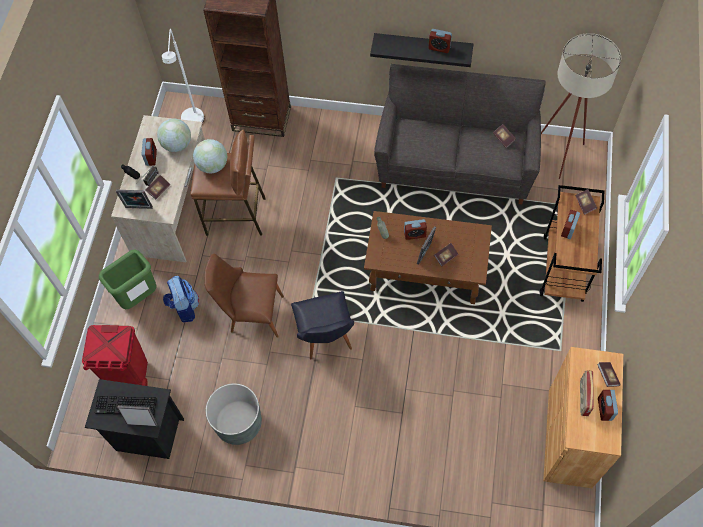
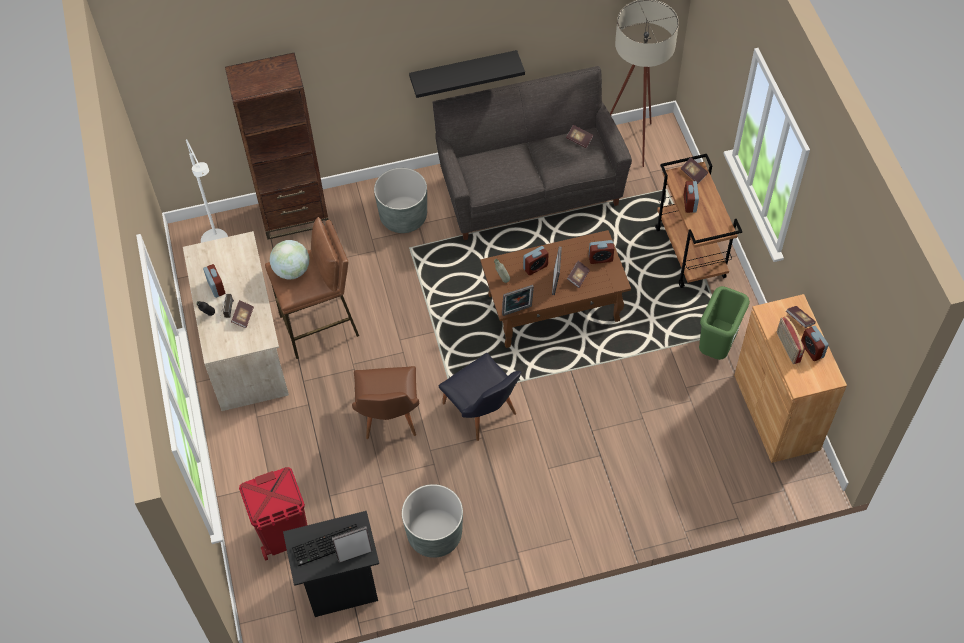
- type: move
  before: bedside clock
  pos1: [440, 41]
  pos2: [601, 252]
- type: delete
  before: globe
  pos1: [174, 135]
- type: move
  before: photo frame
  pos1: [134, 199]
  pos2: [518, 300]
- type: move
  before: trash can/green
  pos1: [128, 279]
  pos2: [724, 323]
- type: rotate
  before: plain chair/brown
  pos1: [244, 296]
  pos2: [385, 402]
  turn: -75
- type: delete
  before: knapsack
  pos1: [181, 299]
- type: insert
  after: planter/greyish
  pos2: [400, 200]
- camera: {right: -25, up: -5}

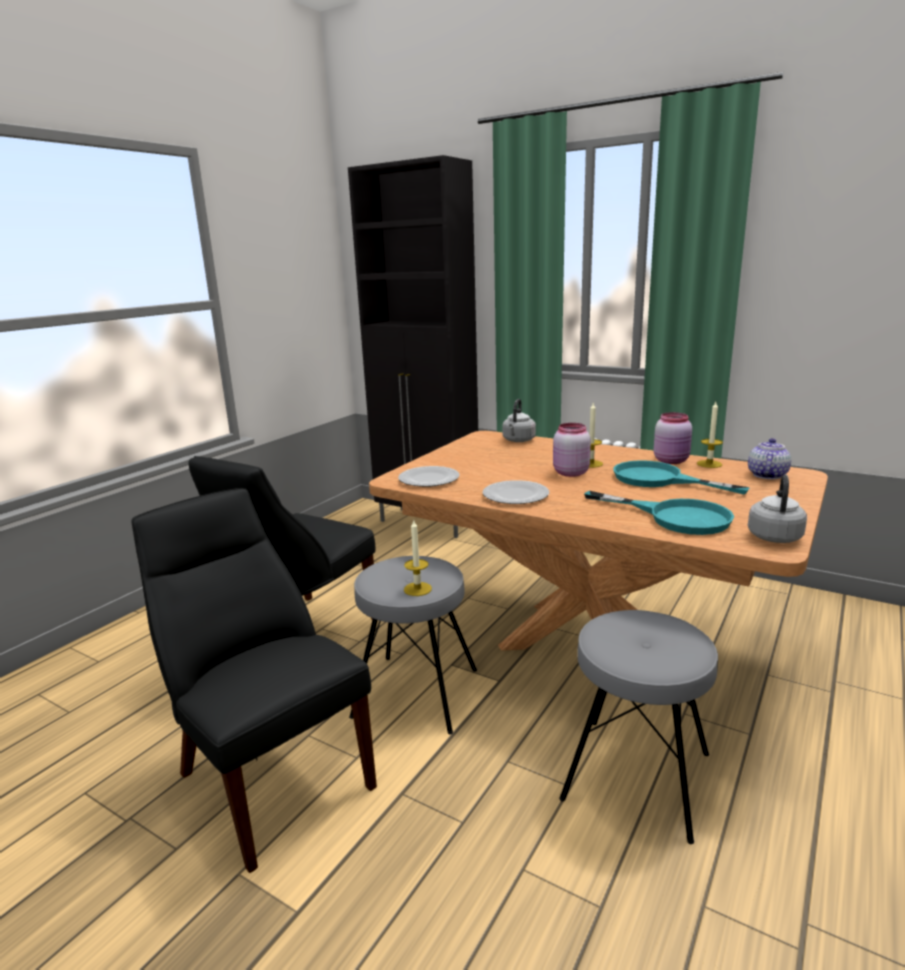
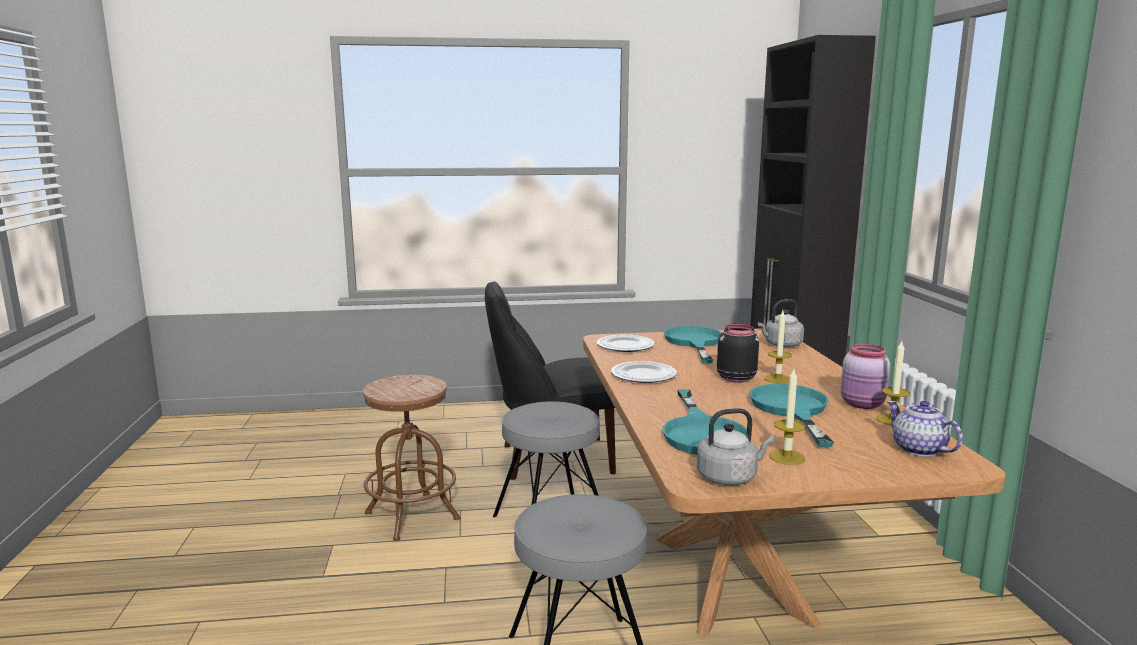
- type: recolor
  before: jar/pink-coloured
  after: jar/black-coloured
  pos1: [572, 450]
  pos2: [738, 353]
- type: rotate
  before: pot for tea
  pos1: [769, 458]
  pos2: [925, 429]
  turn: -105
- type: replace
  before: plain chair/black-coloured
  after: sitting stool/brown
  pos1: [254, 680]
  pos2: [411, 458]
- type: move
  before: candle
  pos1: [418, 558]
  pos2: [787, 417]
- type: insert
  after: skillet/turquoise-coloured
  pos2: [692, 345]
- camera: {right: 50, up: -5}

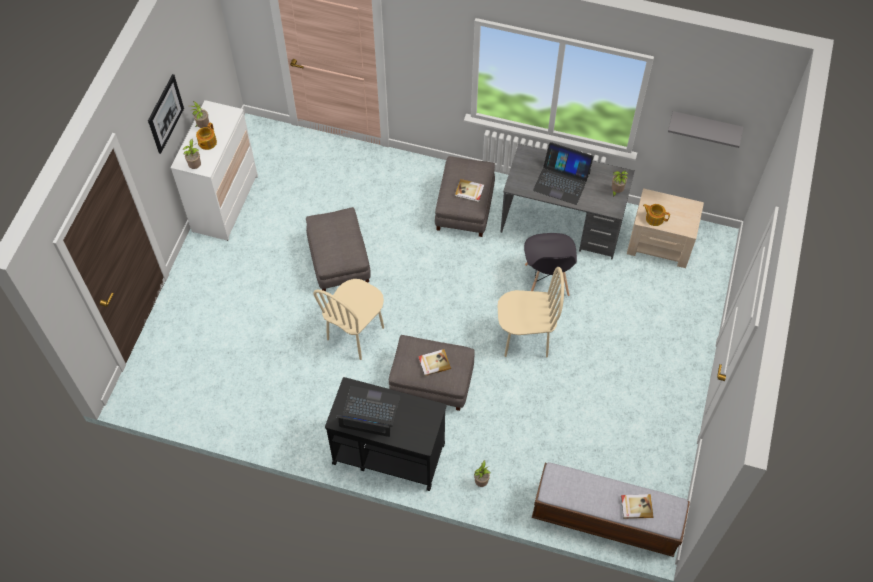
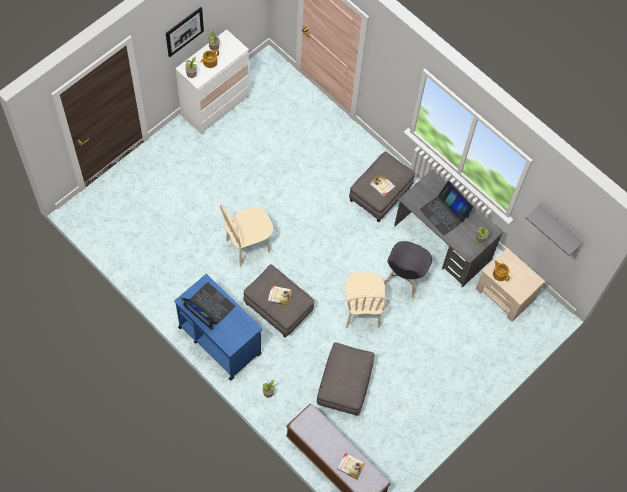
- type: move
  before: pouffe/greyish
  pos1: [338, 249]
  pos2: [345, 379]
- type: rotate
  before: plain chair/sand-coloured
  pos1: [531, 312]
  pos2: [367, 300]
  turn: 60
- type: recolor
  before: wheeled cart/black-coloured
  after: wheeled cart/blue-coloured
  pos1: [385, 434]
  pos2: [218, 327]
- camera: {right: 25, up: 5}

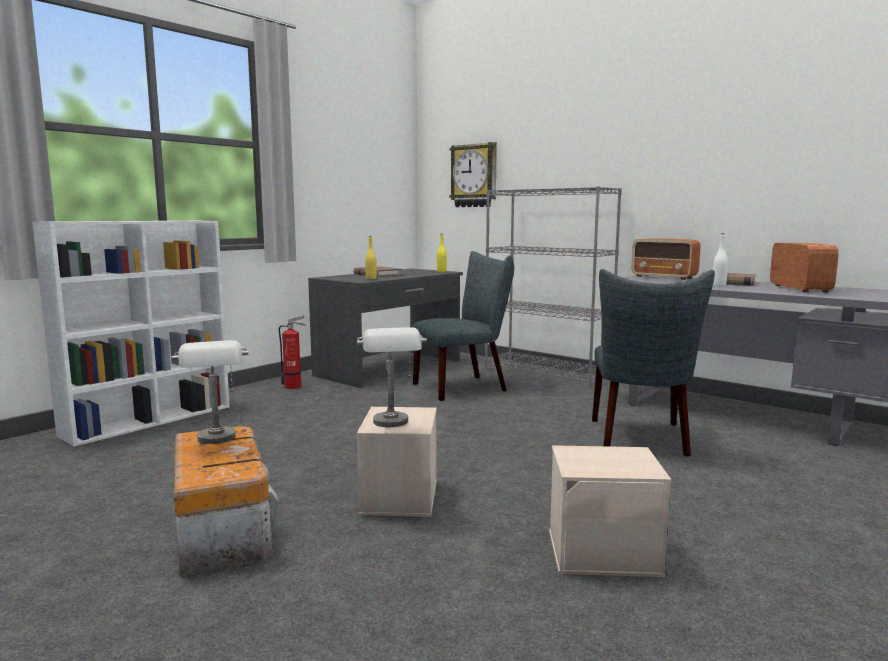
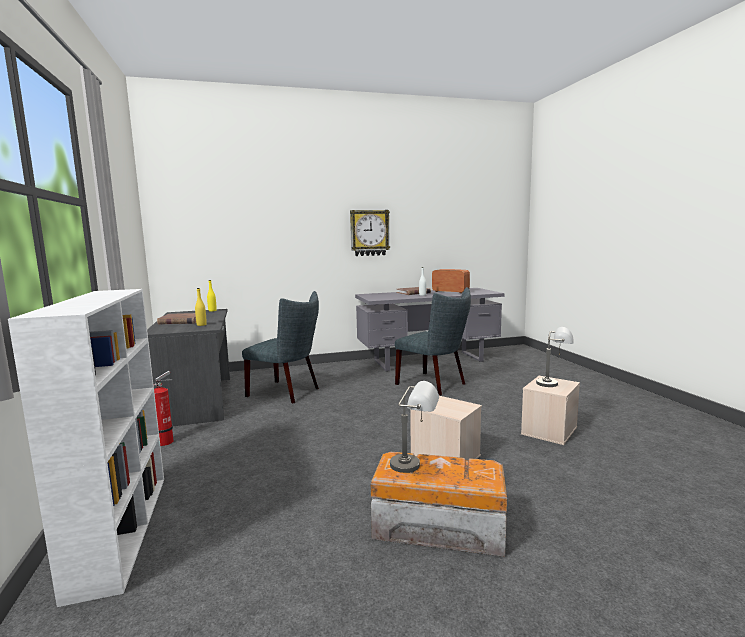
- type: move
  before: clock on the wall
  pos1: [473, 174]
  pos2: [370, 233]
- type: delete
  before: bookcase/greyish
  pos1: [553, 287]
- type: delete
  before: radio set
  pos1: [666, 259]
- type: rotate
  before: plain chair/greyish
  pos1: [463, 326]
  pos2: [280, 347]
  turn: 105
- type: move
  before: table lamp/greyish
  pos1: [392, 377]
  pos2: [555, 357]
- camera: {right: -55, up: 0}

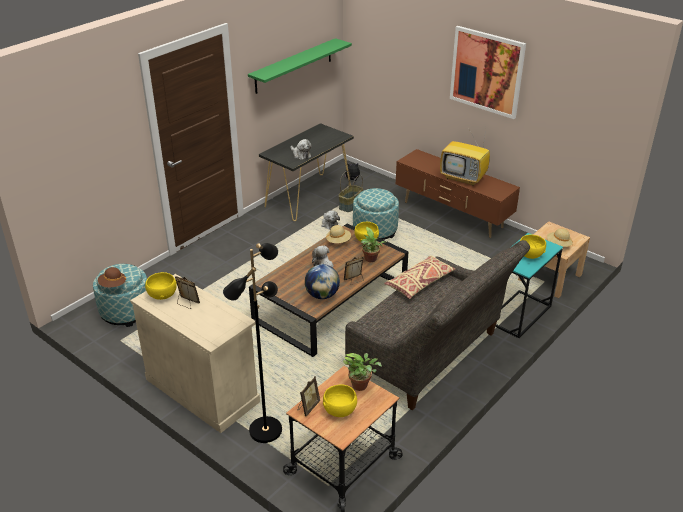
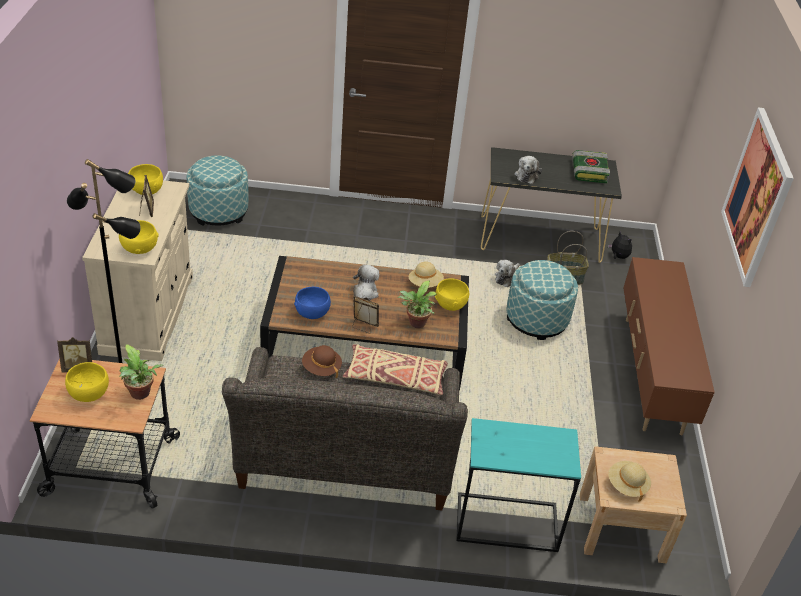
- type: delete
  before: wall shelf/green
  pos1: [300, 66]
- type: delete
  before: TV set
  pos1: [465, 157]
- type: move
  before: deep dish/yellowish
  pos1: [533, 246]
  pos2: [139, 237]
- type: replace
  before: globe
  after: deep dish/blue-coloured
  pos1: [322, 281]
  pos2: [312, 303]
- type: move
  before: hat/brown
  pos1: [112, 277]
  pos2: [322, 361]
- type: insert
  after: volume
  pos2: [591, 166]
- camera: {right: 50, up: 5}

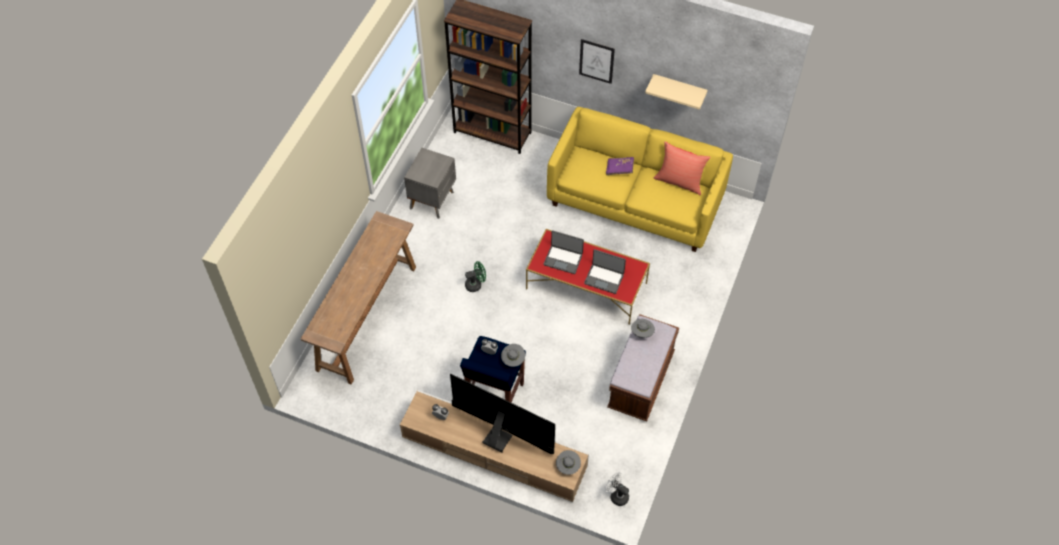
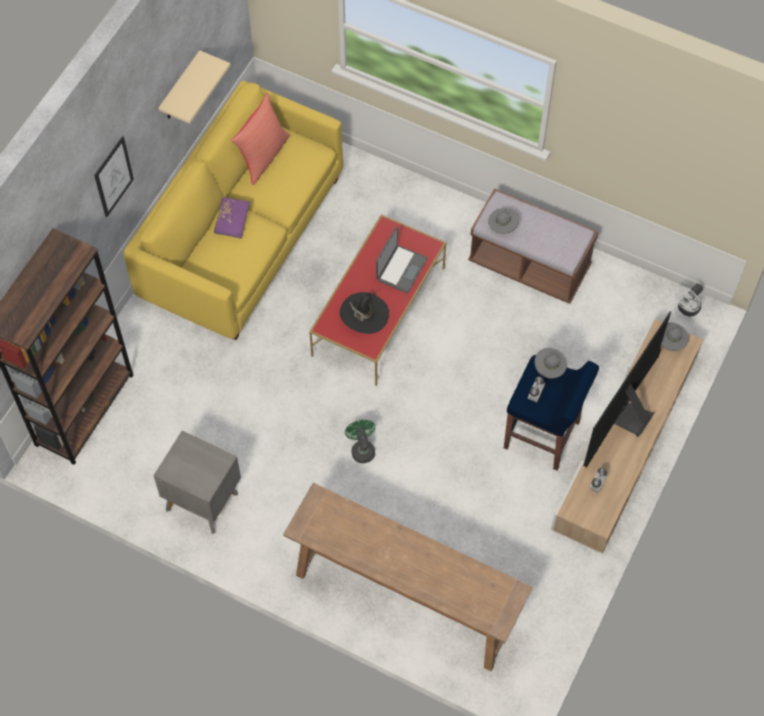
- type: replace
  before: notebook computer
  after: hat/black-coloured
  pos1: [564, 252]
  pos2: [364, 312]
- camera: {right: -85, up: 5}

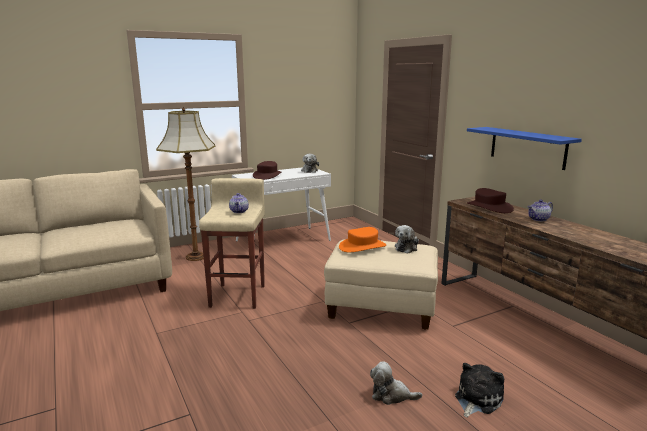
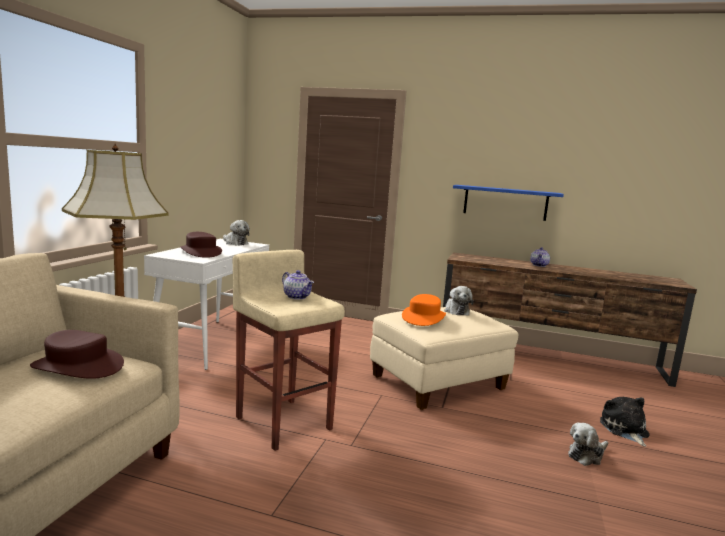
- type: move
  before: hat/brown
  pos1: [490, 200]
  pos2: [77, 354]
- camera: {right: -45, up: -5}

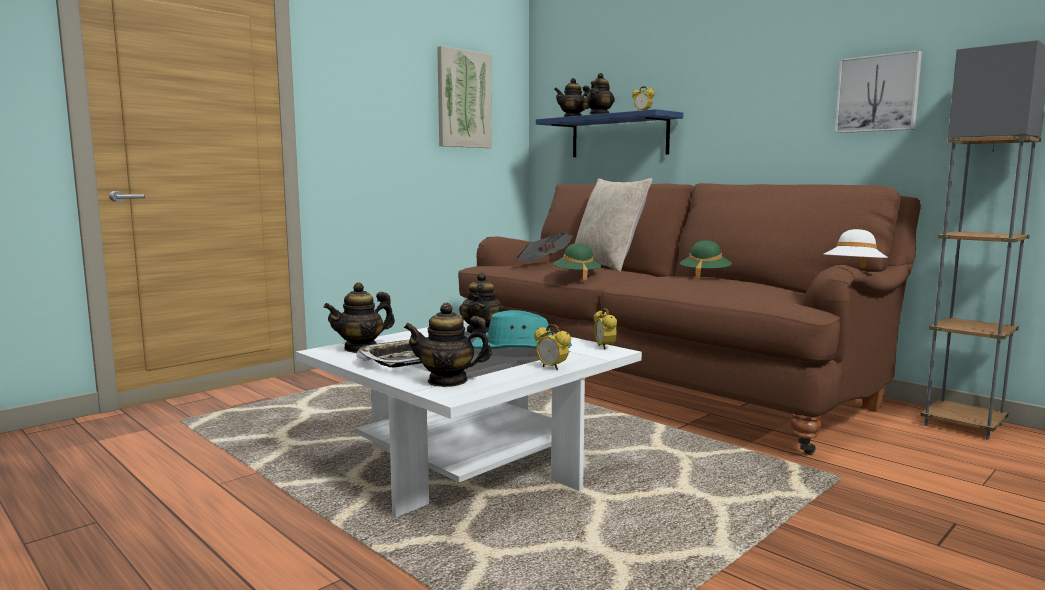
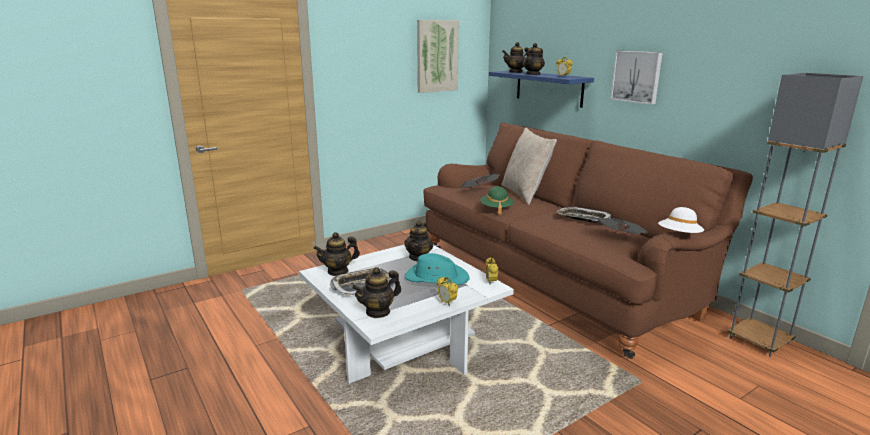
- type: move
  before: picture
  pos1: [878, 91]
  pos2: [637, 78]
- type: replace
  before: hat/green
  after: tray
  pos1: [706, 259]
  pos2: [584, 215]
- type: rotate
  before: pot for tea
  pos1: [448, 345]
  pos2: [376, 292]
  turn: -45
- type: insert
  after: daily paper
  pos2: [621, 226]
- camera: {right: 10, up: 10}

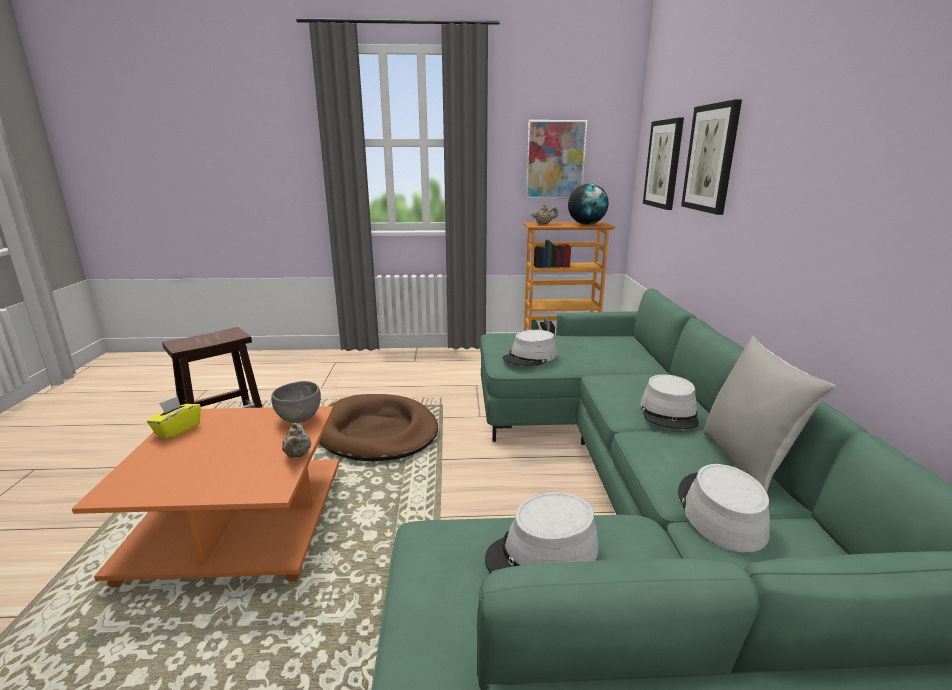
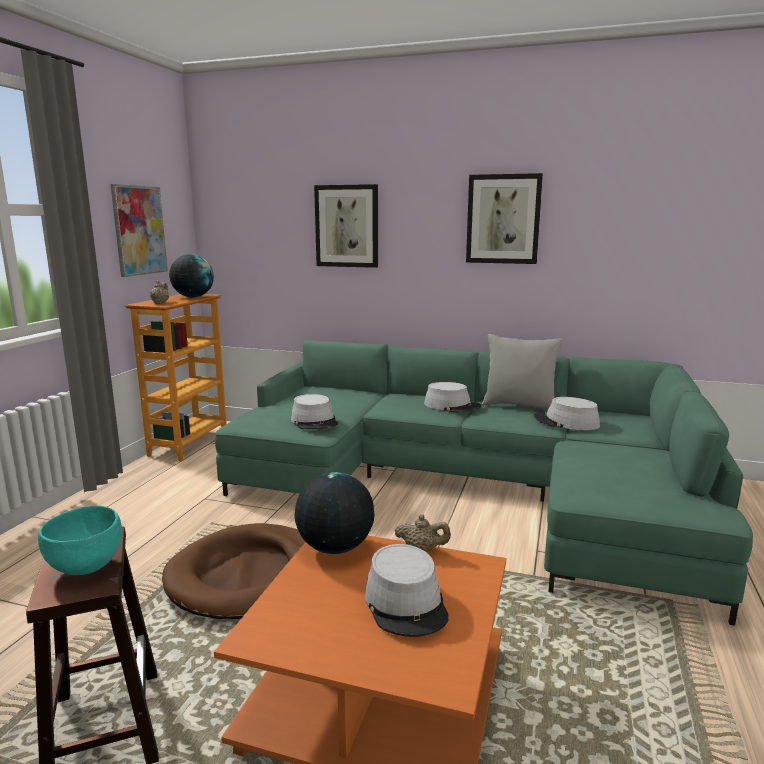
- type: move
  before: picture
  pos1: [663, 164]
  pos2: [504, 218]
- type: replace
  before: deep dish/greyish
  after: globe
  pos1: [296, 402]
  pos2: [334, 513]
- type: delete
  before: tissue holder/yellowish
  pos1: [174, 417]
- type: move
  before: hat/greyish
  pos1: [541, 532]
  pos2: [407, 590]
- type: insert
  after: deep dish/turquoise-coloured
  pos2: [80, 540]
- camera: {right: -70, up: -5}

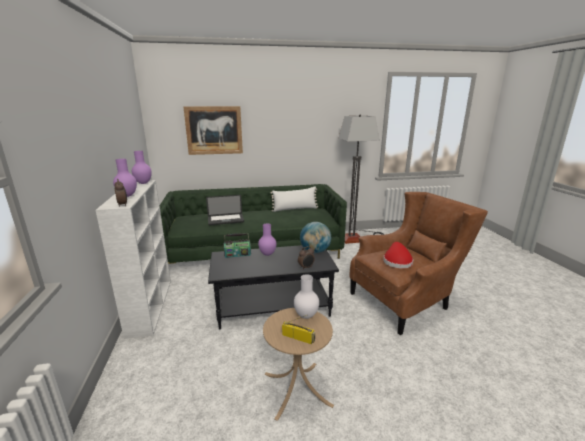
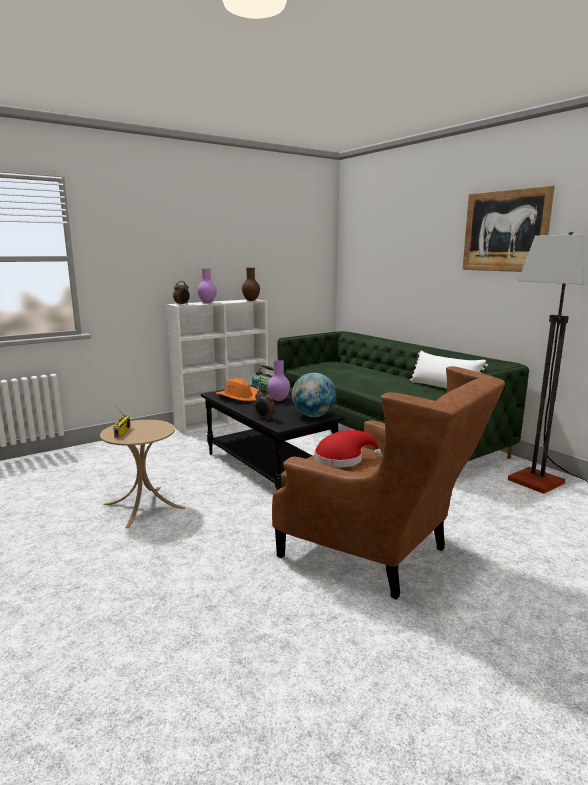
- type: move
  before: picture
  pos1: [213, 130]
  pos2: [508, 229]
- type: recolor
  before: vase/purple
  after: vase/brown
  pos1: [142, 167]
  pos2: [251, 284]
- type: delete
  before: notebook computer
  pos1: [225, 210]
- type: delete
  before: vase/white-coloured
  pos1: [306, 296]
- type: insert
  after: hat/orangey
  pos2: [237, 389]
- camera: {right: 65, up: -5}

